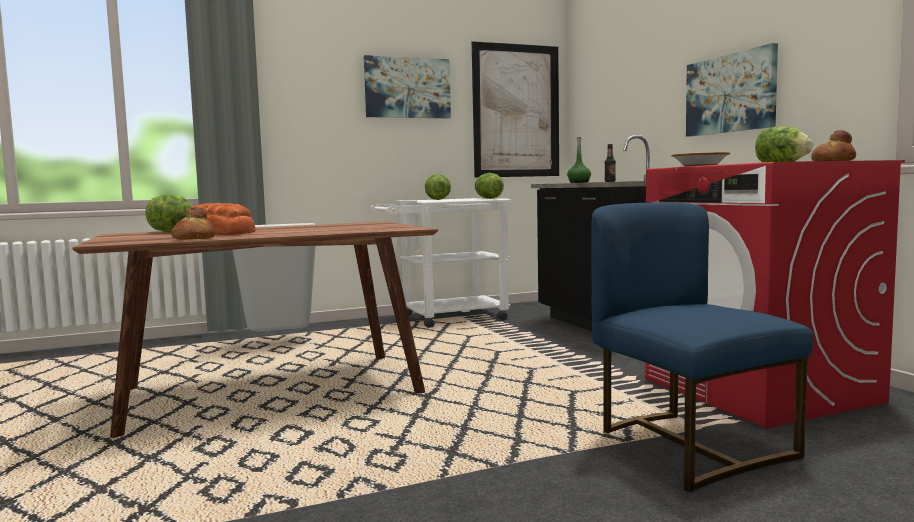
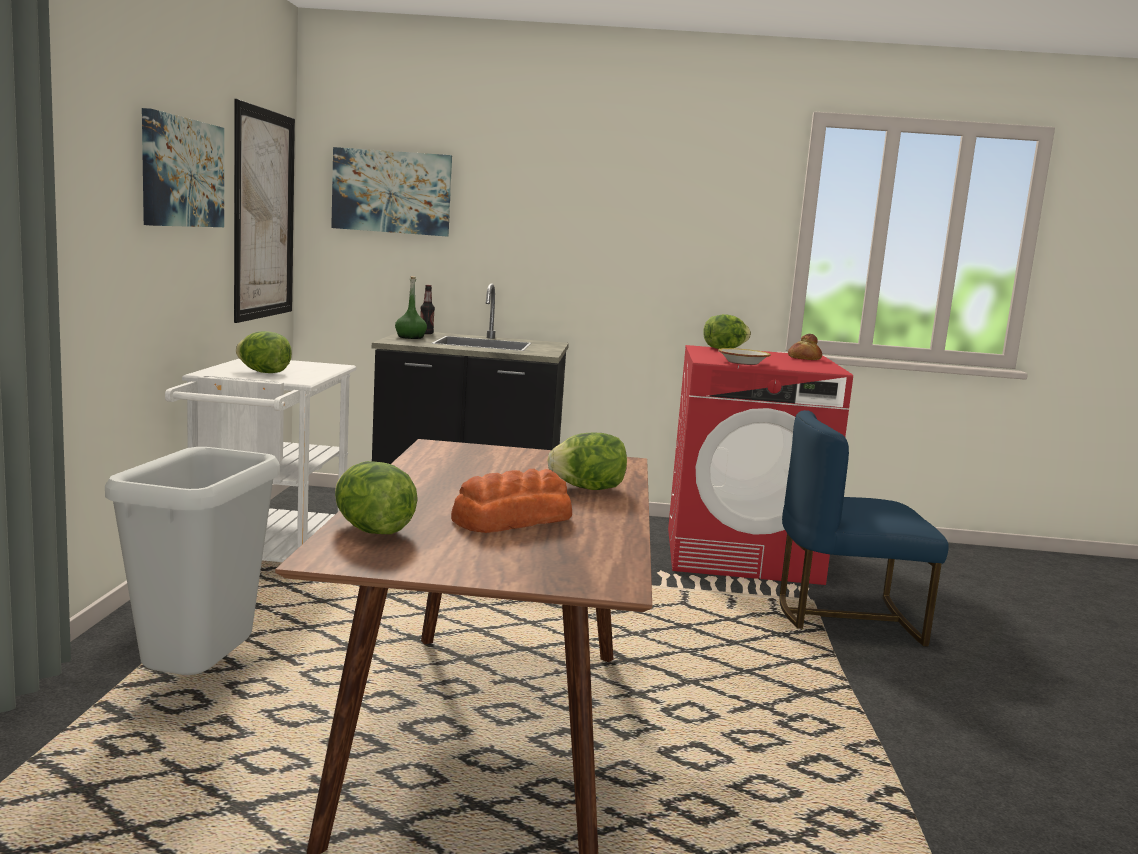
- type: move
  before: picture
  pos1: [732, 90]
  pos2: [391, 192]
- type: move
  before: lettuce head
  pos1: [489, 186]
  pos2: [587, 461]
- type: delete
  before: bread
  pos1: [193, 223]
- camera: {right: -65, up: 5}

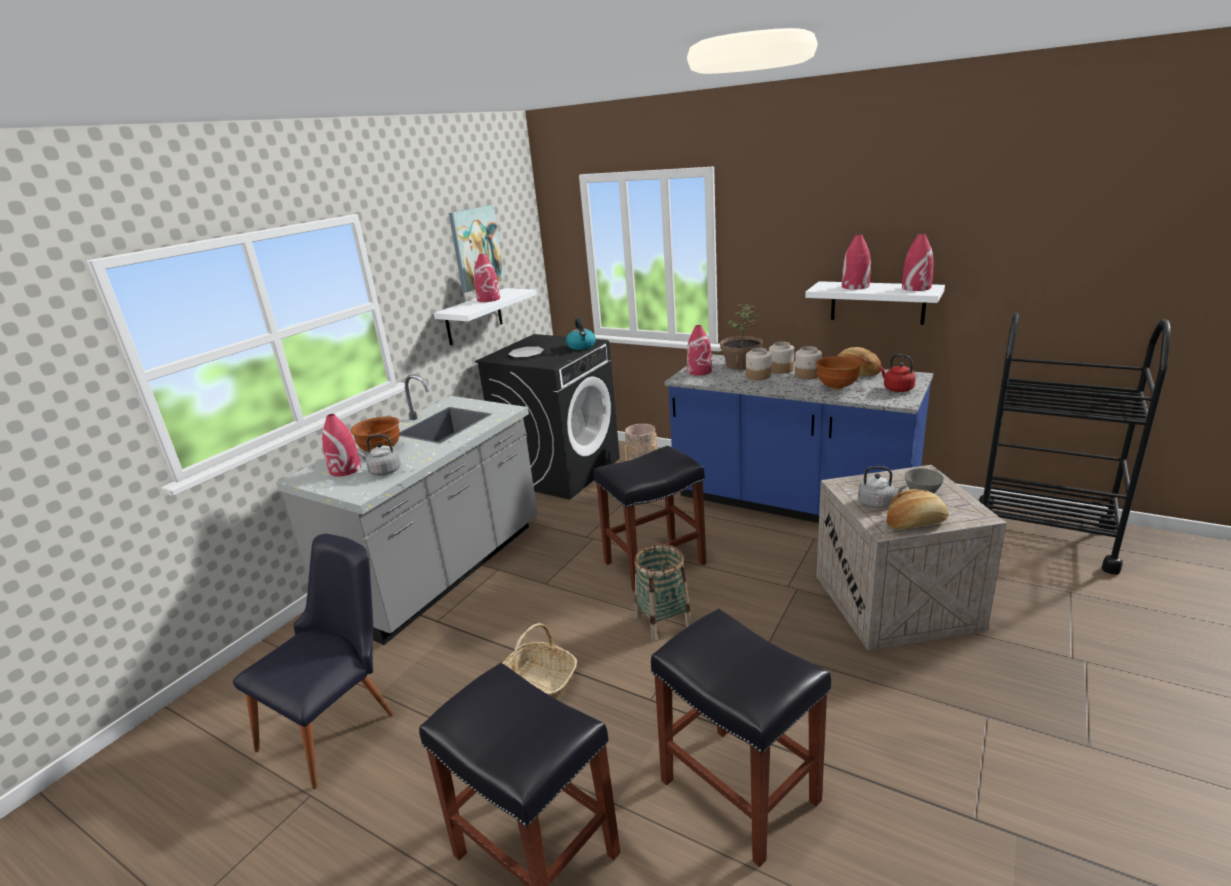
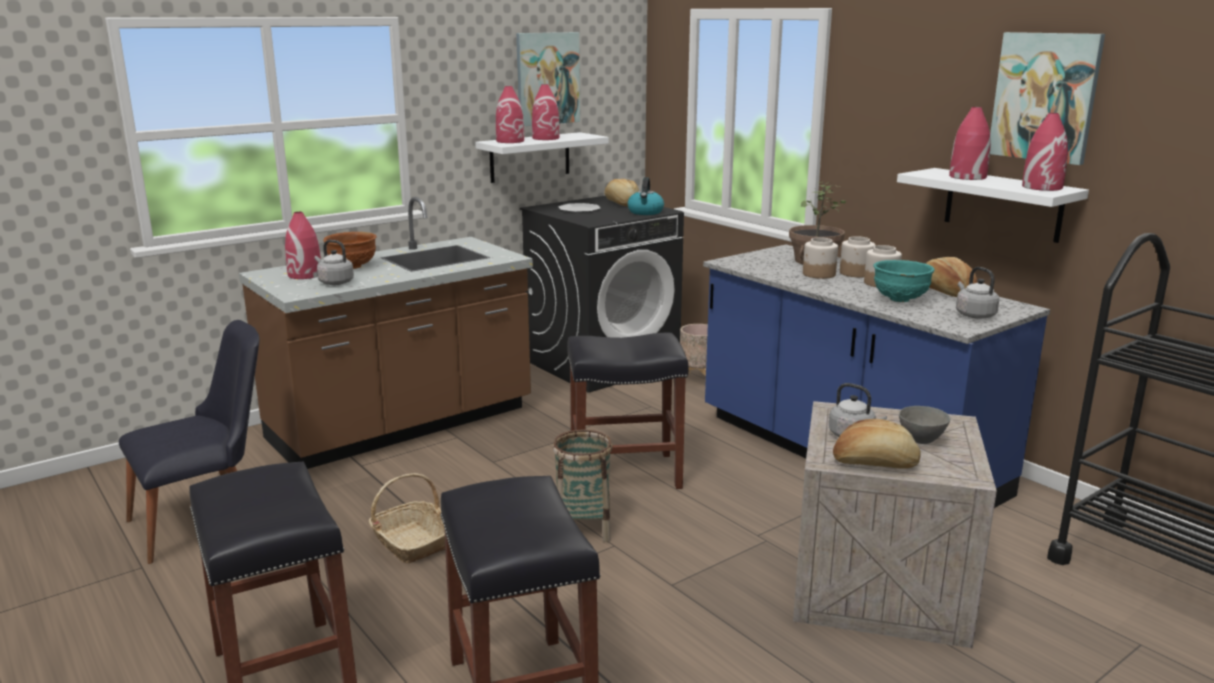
- type: move
  before: vase/reddish
  pos1: [699, 350]
  pos2: [510, 114]
- type: recolor
  before: kettle/reddish
  after: kettle/greyish
  pos1: [897, 373]
  pos2: [977, 293]
- type: recolor
  before: deep dish/brown
  after: deep dish/turquoise-coloured
  pos1: [839, 372]
  pos2: [904, 281]
- type: recolor
  before: kitchen base unit/greyish
  after: kitchen base unit/brown
  pos1: [407, 509]
  pos2: [386, 333]
- type: insert
  after: picture
  pos2: [1047, 98]
- type: insert
  after: bread
  pos2: [621, 193]
- camera: {right: 20, up: -5}

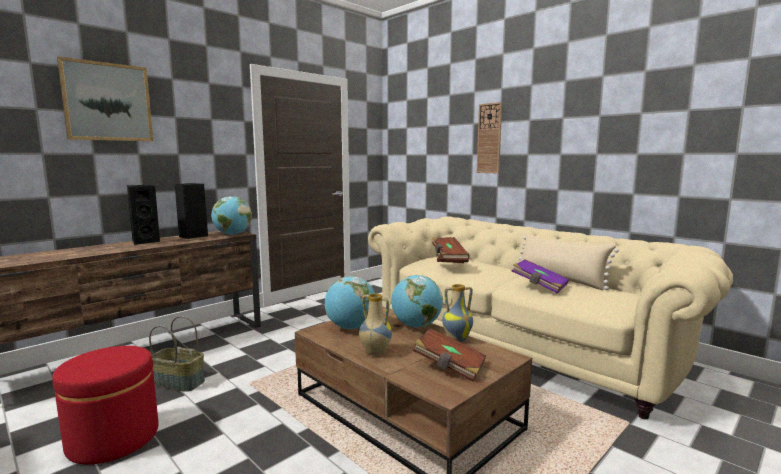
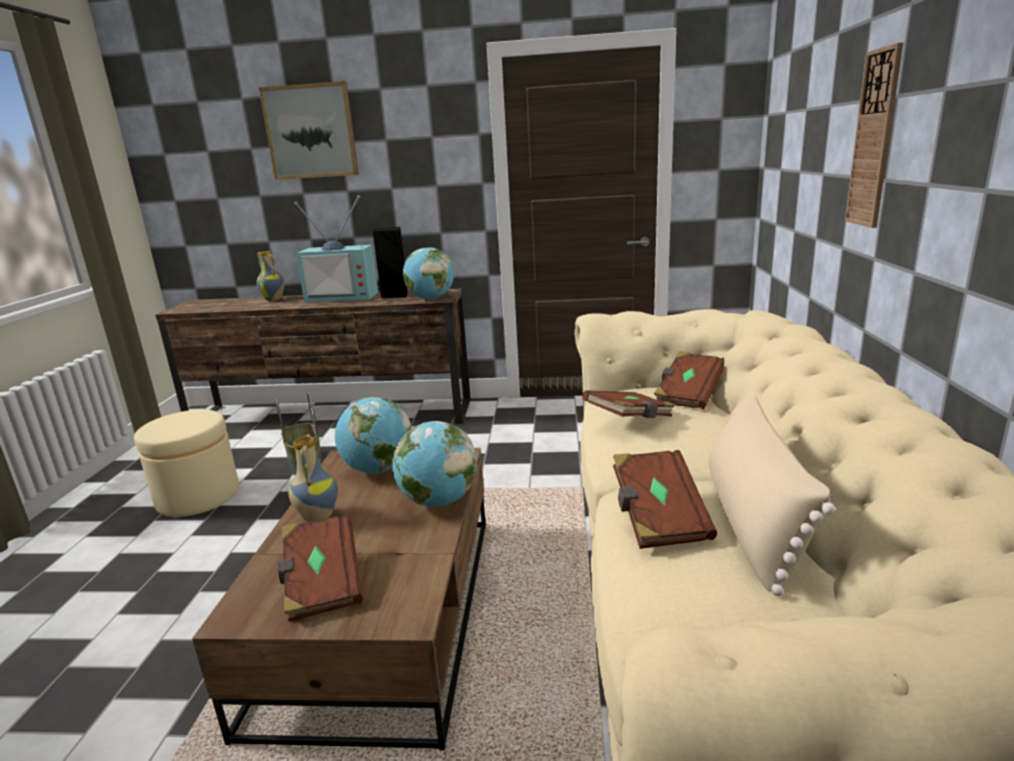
- type: replace
  before: loudspeaker/black-coloured
  after: TV set
  pos1: [143, 215]
  pos2: [336, 249]
- type: recolor
  before: volume/purple
  after: volume/brown
  pos1: [540, 276]
  pos2: [665, 499]
- type: move
  before: vase
  pos1: [457, 313]
  pos2: [271, 276]
- type: recolor
  before: pouffe/reddish
  after: pouffe/sand-coloured
  pos1: [105, 405]
  pos2: [186, 463]
- camera: {right: 50, up: 10}

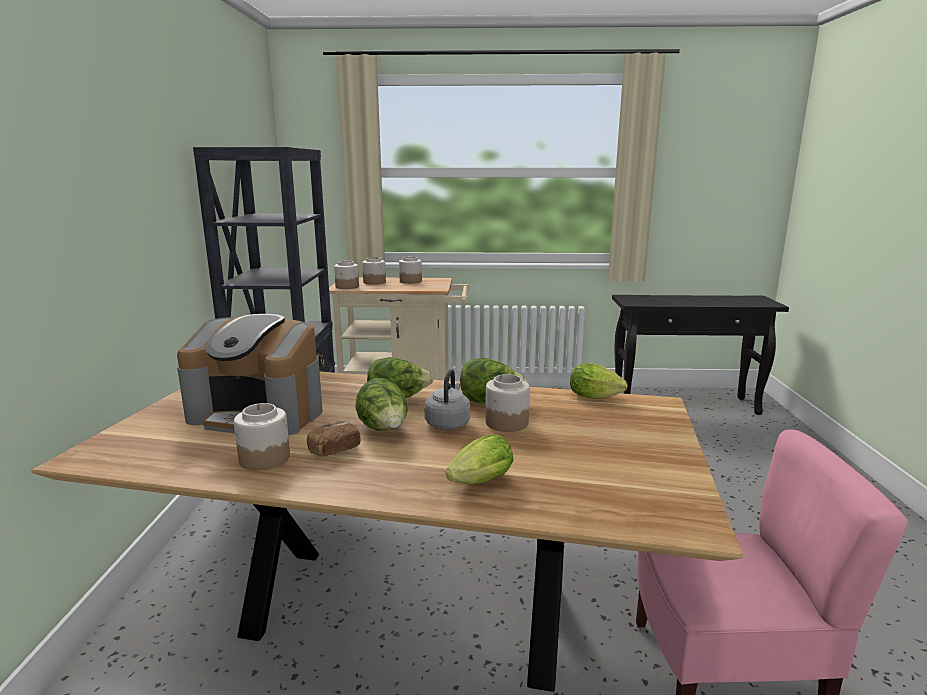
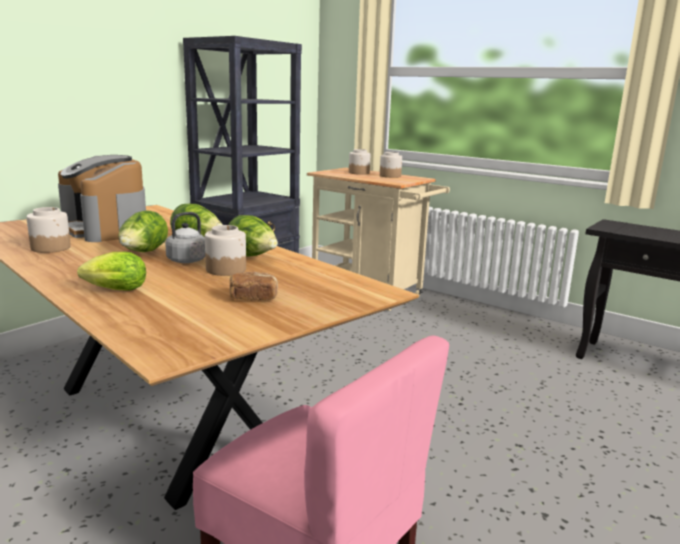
- type: delete
  before: jar
  pos1: [346, 275]
- type: delete
  before: lettuce head
  pos1: [599, 381]
- type: move
  before: bread
  pos1: [334, 439]
  pos2: [254, 286]
- camera: {right: 35, up: 0}

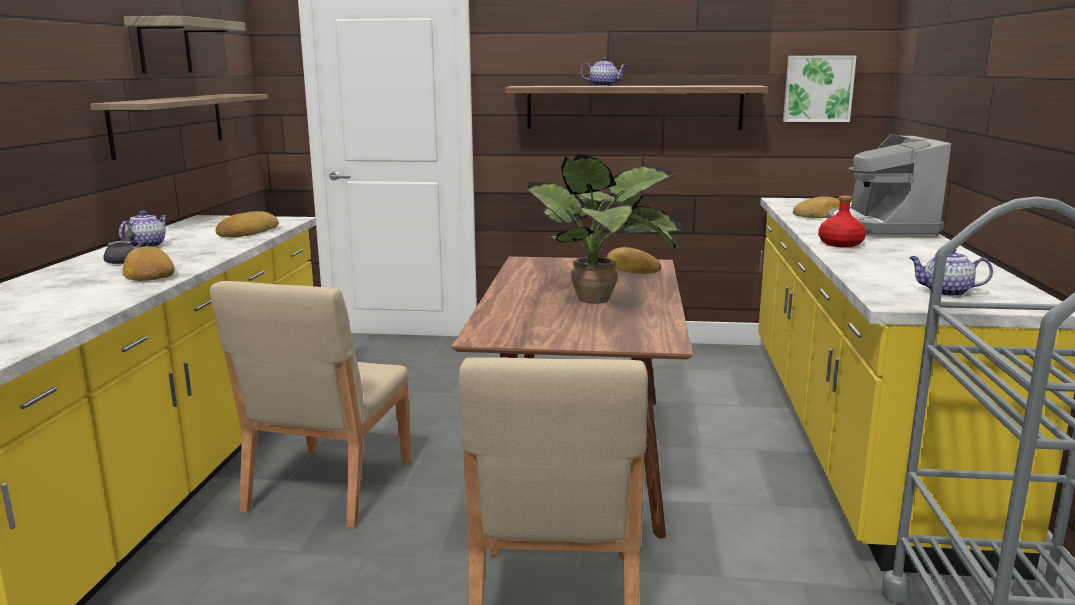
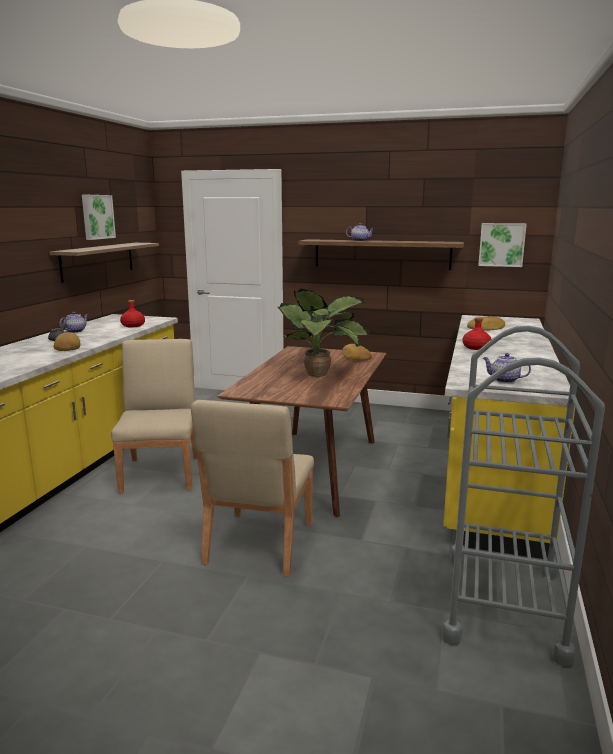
- type: replace
  before: wall shelf
  after: picture
  pos1: [185, 44]
  pos2: [99, 217]
- type: delete
  before: coffee machine
  pos1: [889, 185]
- type: replace
  before: bread
  after: drink bottle/reddish
  pos1: [247, 224]
  pos2: [132, 313]
- type: rotate
  before: plain chair/sand-coloured
  pos1: [310, 404]
  pos2: [154, 416]
  turn: 150
- camera: {right: 10, up: 0}

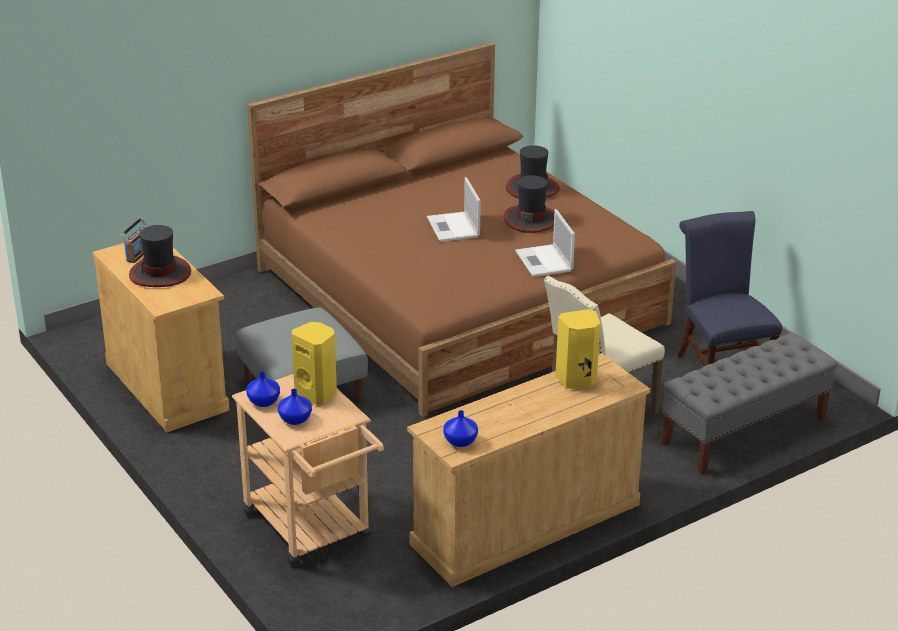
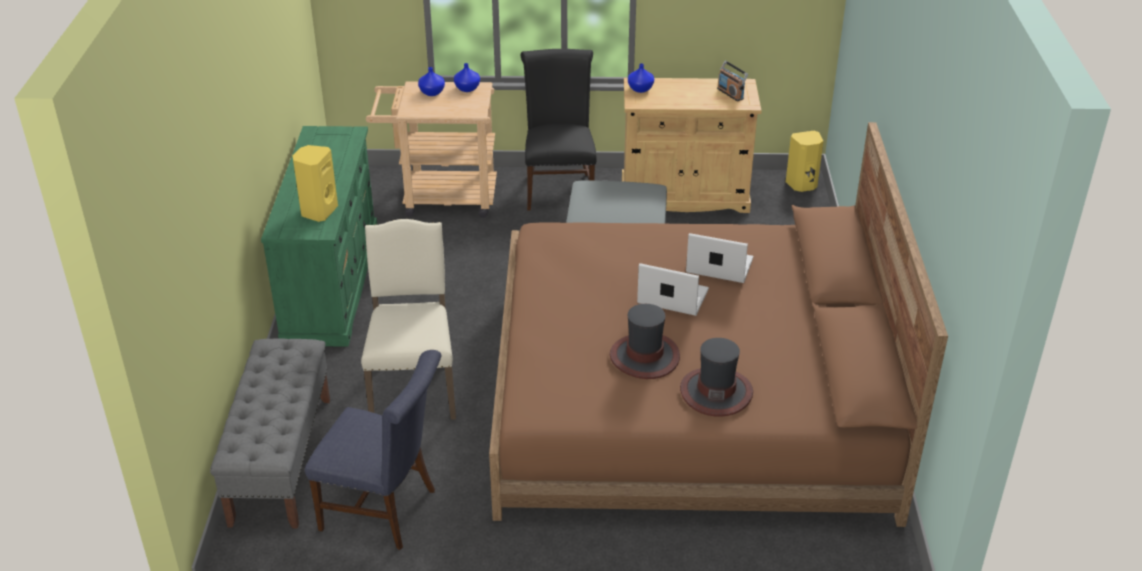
- type: move
  before: notebook computer
  pos1: [545, 243]
  pos2: [719, 258]
- type: delete
  before: hat
  pos1: [160, 256]
- type: move
  before: loudspeaker/yellowish
  pos1: [314, 363]
  pos2: [804, 161]
- type: recolor
  before: drawer chest/sand-coloured
  after: drawer chest/green
  pos1: [529, 470]
  pos2: [319, 236]
- type: move
  before: vase/blue-coloured
  pos1: [460, 428]
  pos2: [641, 78]
- type: insert
  after: plain chair/black-coloured
  pos2: [559, 130]
- camera: {right: 125, up: 5}

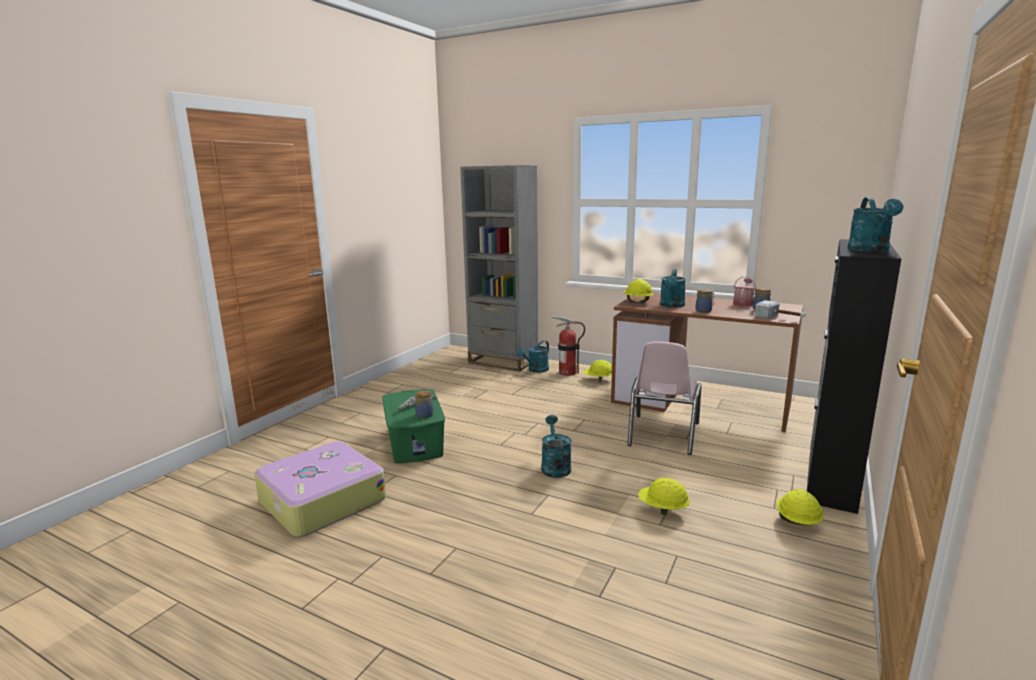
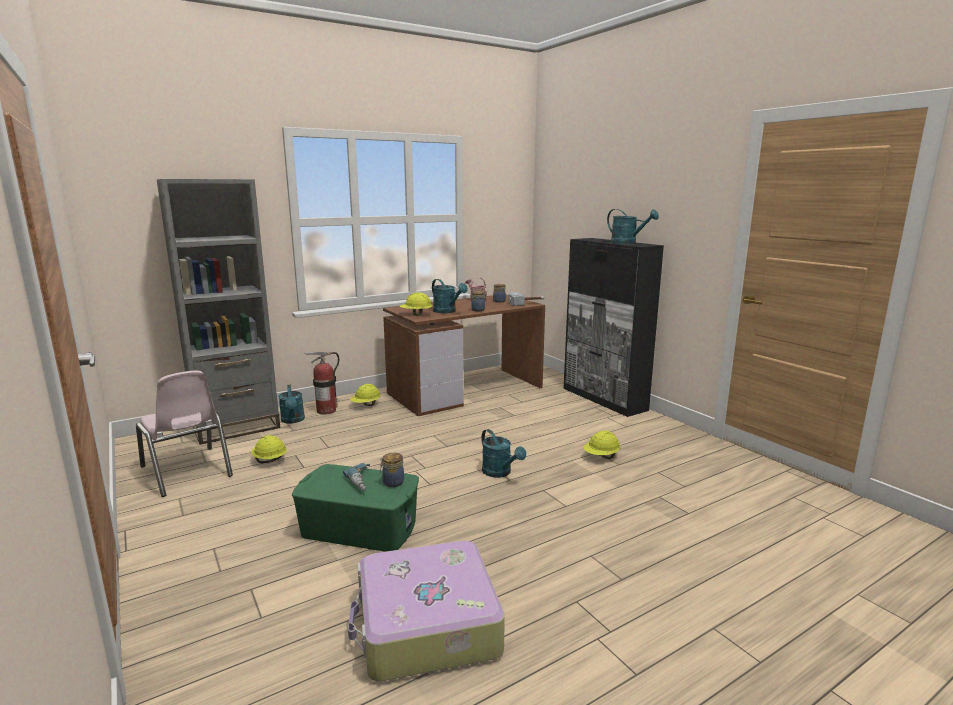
- type: move
  before: plain chair/pink-coloured
  pos1: [664, 398]
  pos2: [184, 434]
- type: rotate
  before: sprinkling can/turquoise-coloured
  pos1: [556, 446]
  pos2: [503, 453]
  turn: -150
- type: move
  before: work helmet/yellowish
  pos1: [800, 507]
  pos2: [269, 449]
- camera: {right: -60, up: 0}

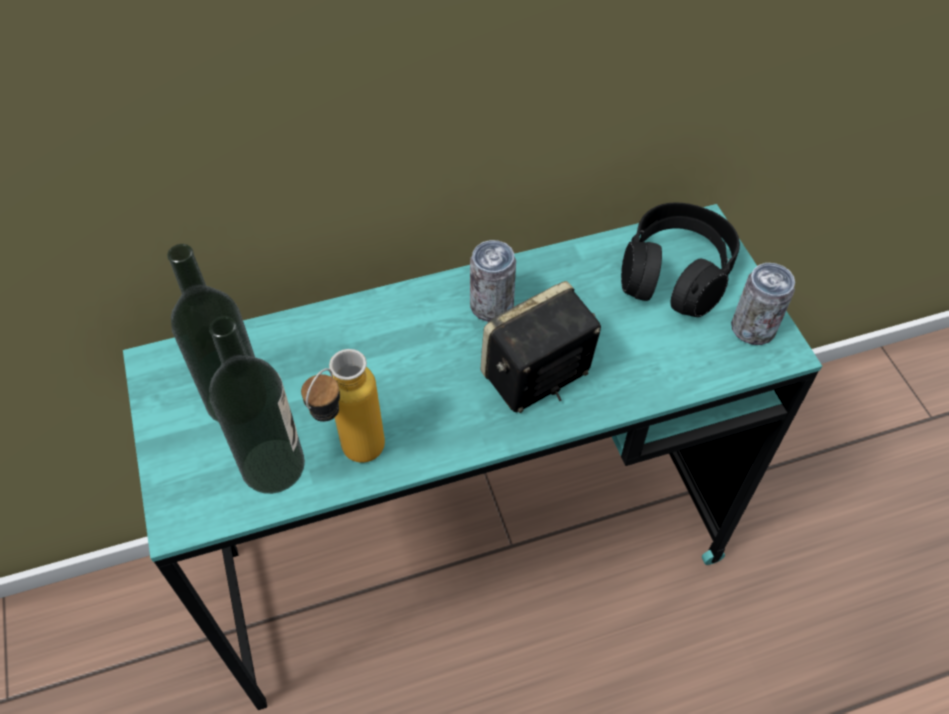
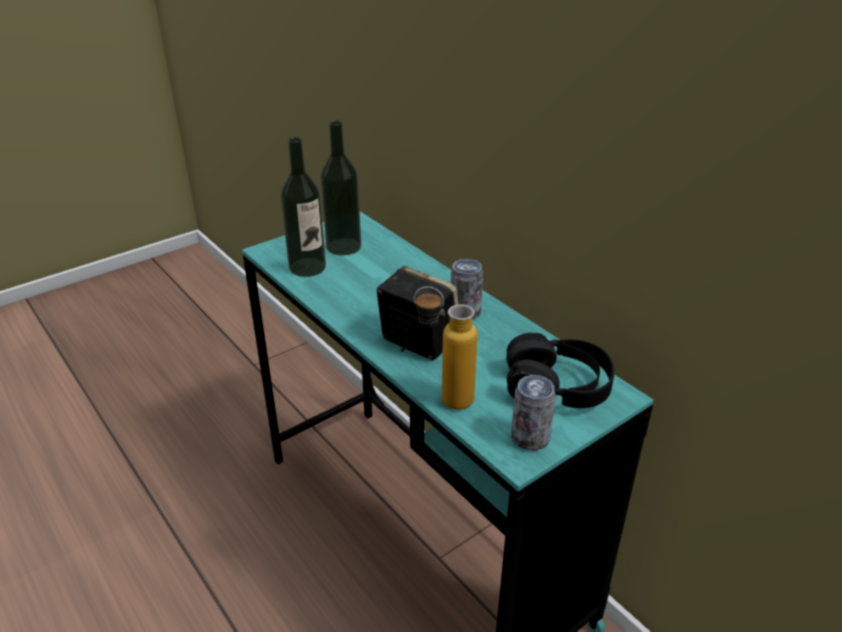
- type: move
  before: drink bottle
  pos1: [343, 406]
  pos2: [446, 348]
- camera: {right: 70, up: -20}

